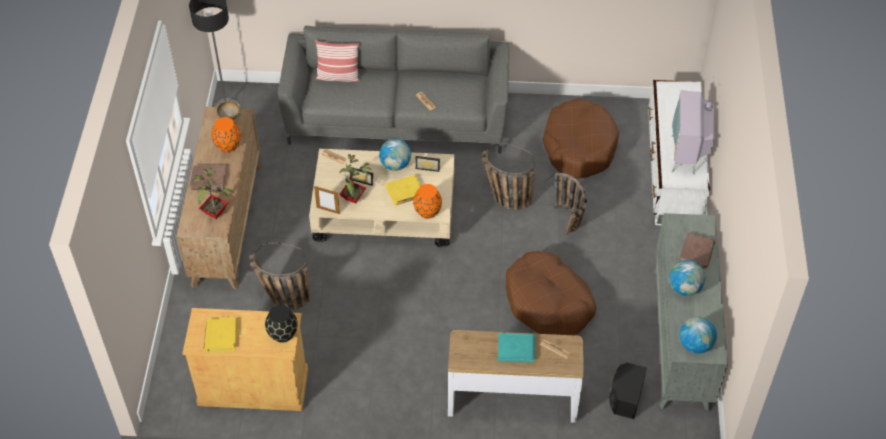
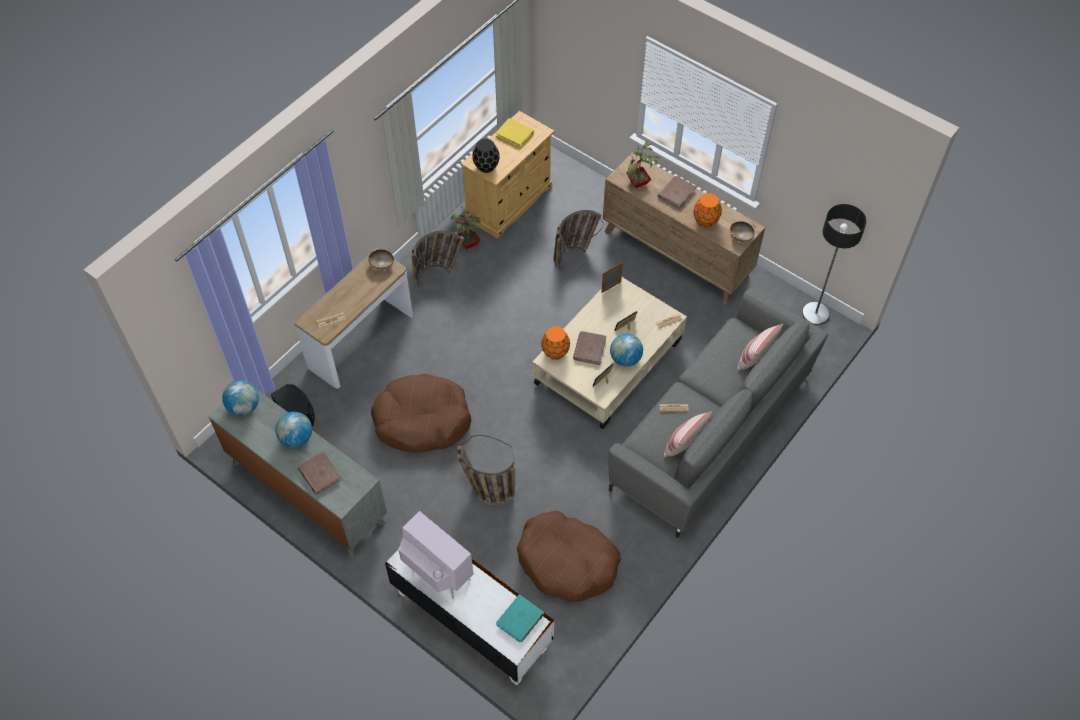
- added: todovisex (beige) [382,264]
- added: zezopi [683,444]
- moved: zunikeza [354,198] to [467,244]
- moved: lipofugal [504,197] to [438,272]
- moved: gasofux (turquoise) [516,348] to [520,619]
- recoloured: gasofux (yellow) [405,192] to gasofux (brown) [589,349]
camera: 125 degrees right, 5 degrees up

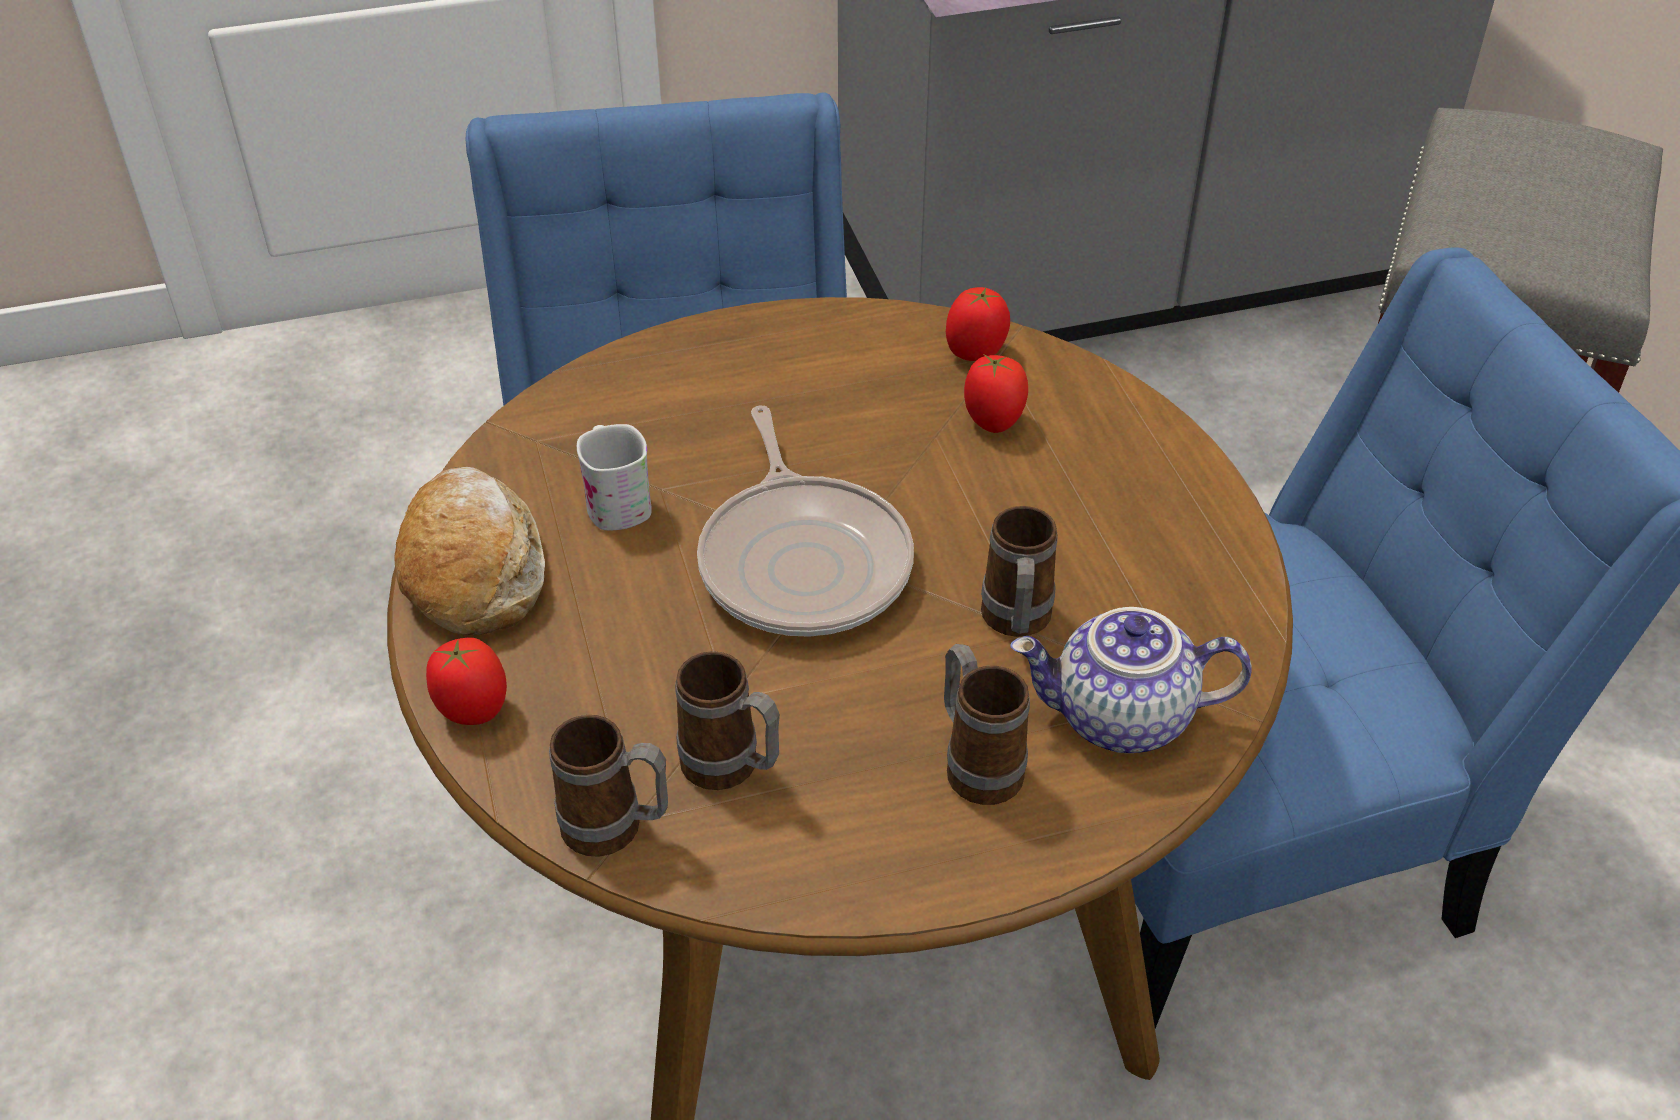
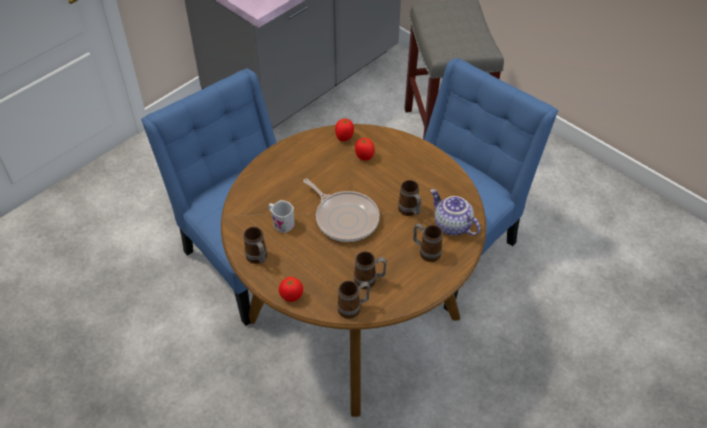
- replaced: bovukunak [473,568] to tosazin [258,259]
- turned: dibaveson [1120,720] = [451,225] 75 degrees clockwise
camera: 30 degrees left, 5 degrees up

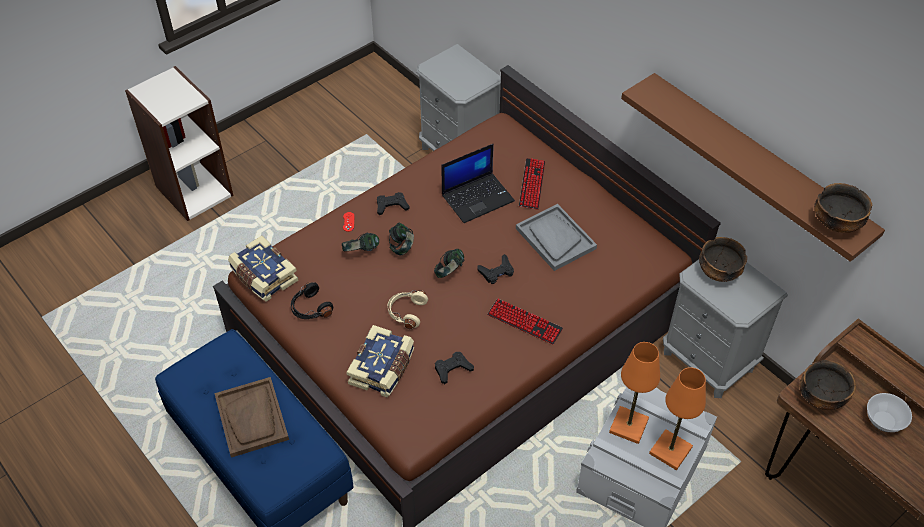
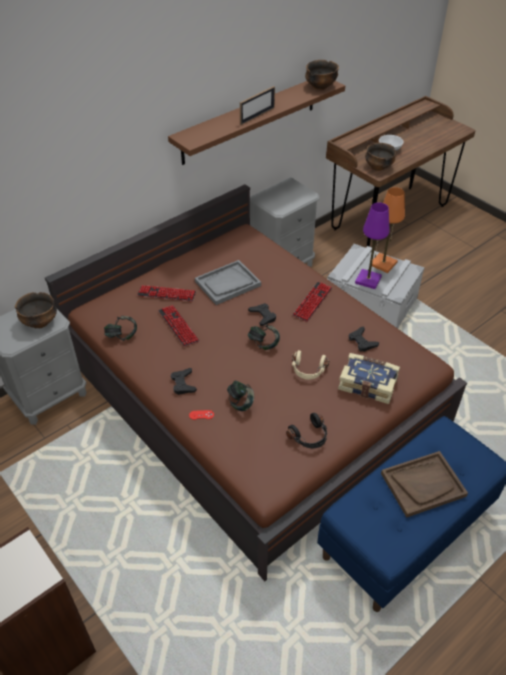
- removed: gasofux [263,276]
- added: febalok [257,115]
- moved: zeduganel [401,247] to [122,336]
- moved: todovisex [718,272] to [40,322]
- replaced: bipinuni [478,197] to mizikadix [178,326]
- recoloured: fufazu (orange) [628,426] to fufazu (purple) [368,280]
camera: 90 degrees left, 5 degrees down

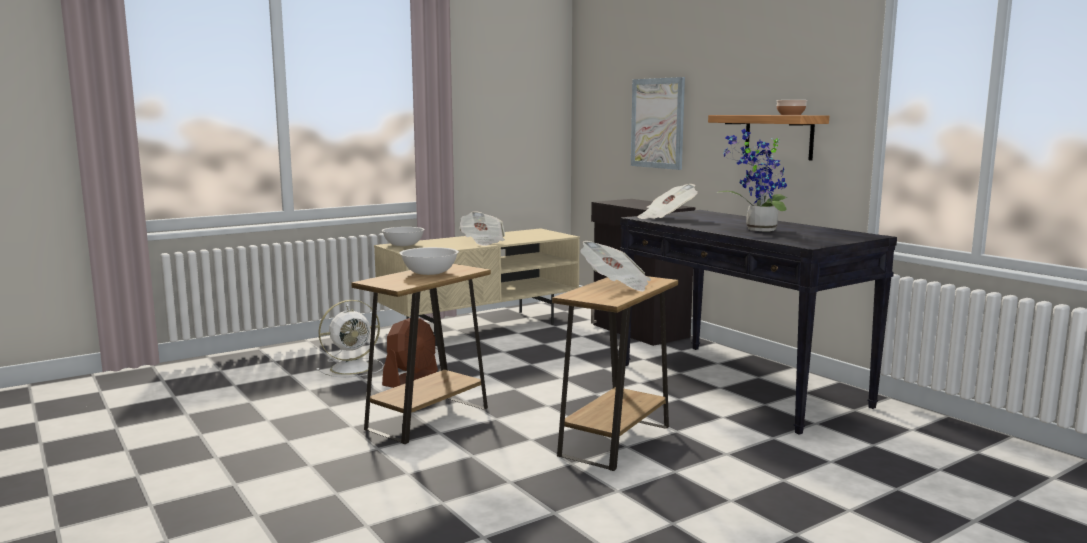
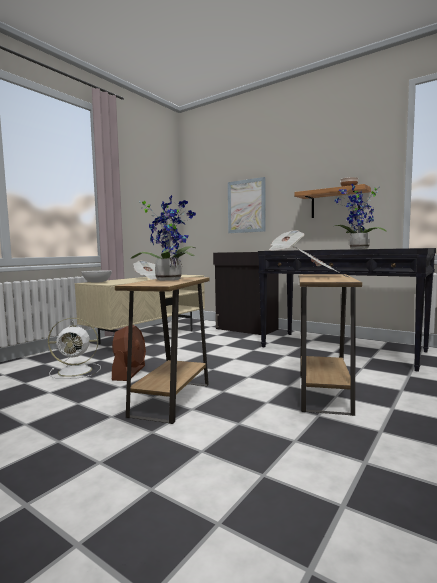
- replaced: todovisex (white) [430,273] to zunikeza [170,279]
- turned: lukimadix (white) [353,368] = [76,371] 45 degrees clockwise
camera: 20 degrees left, 5 degrees down

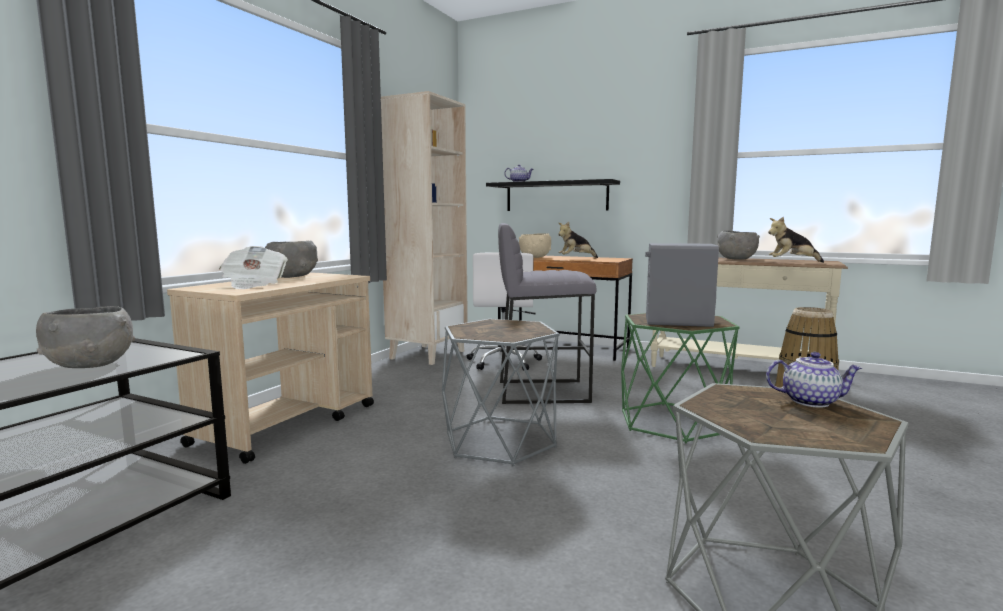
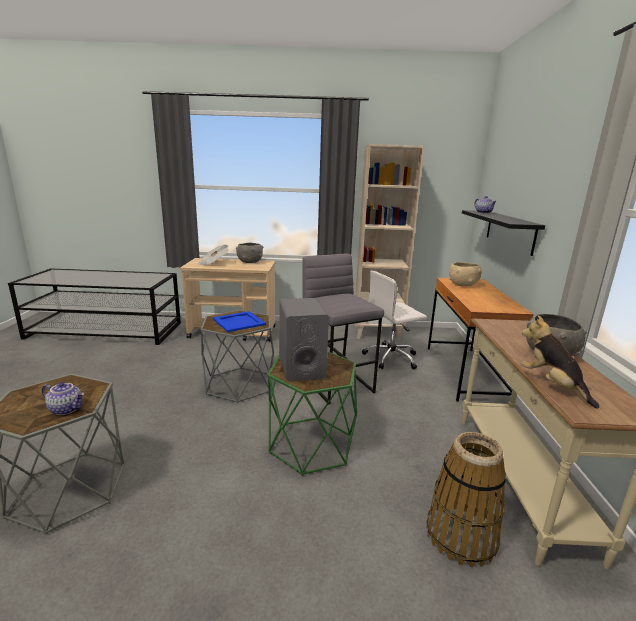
- removed: todovisex (grey) [90,365]
- removed: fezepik [576,258]
- added: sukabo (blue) [239,322]
- turned: dibaveson [810,401] = [67,409] 60 degrees counterclockwise
camera: 65 degrees right, 10 degrees up

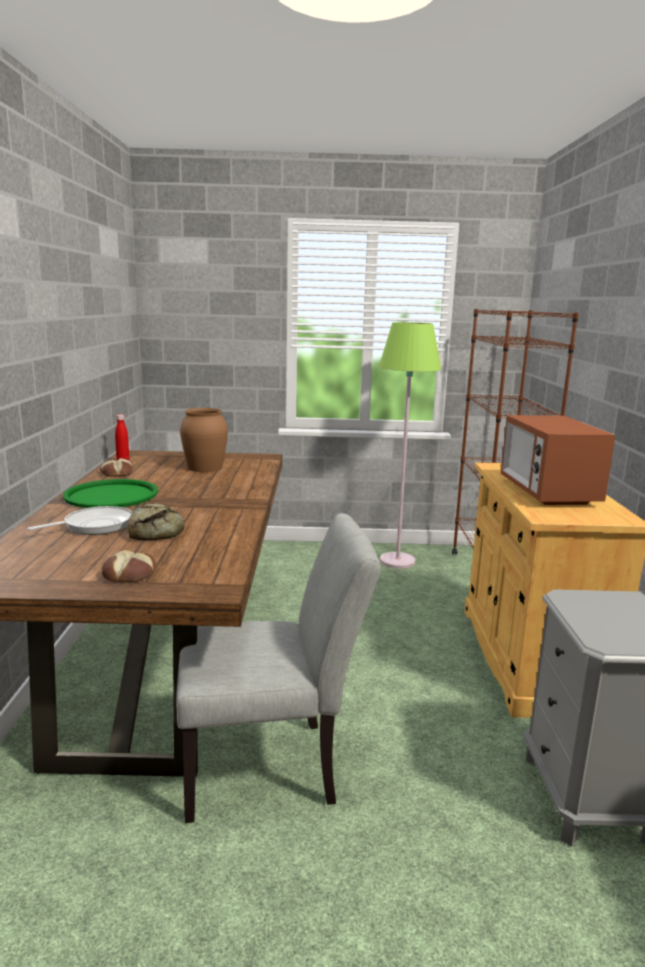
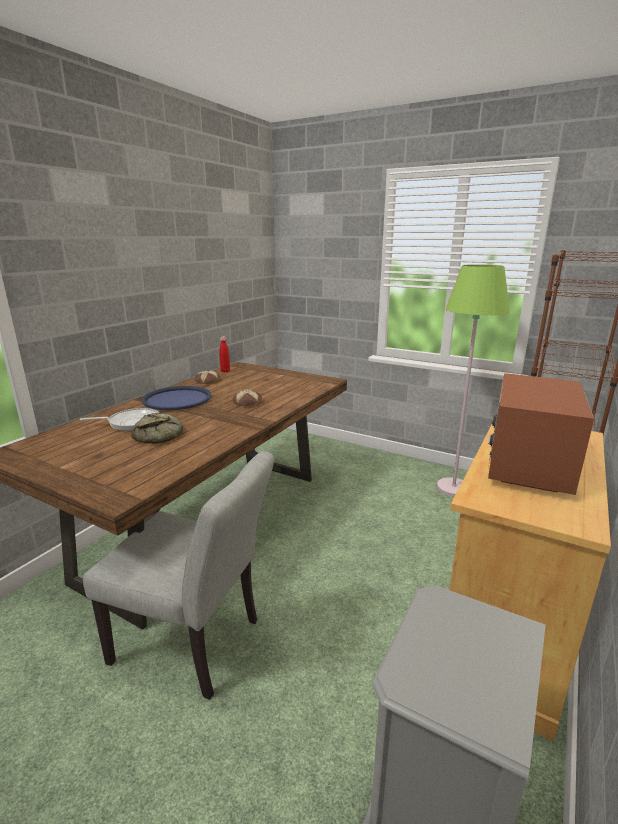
- removed: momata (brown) [205,467]
- moved: bovukunak [130,574] to [247,402]
- recoloured: sukabo (green) [111,495] to sukabo (blue) [177,399]
camera: 30 degrees right, 5 degrees up

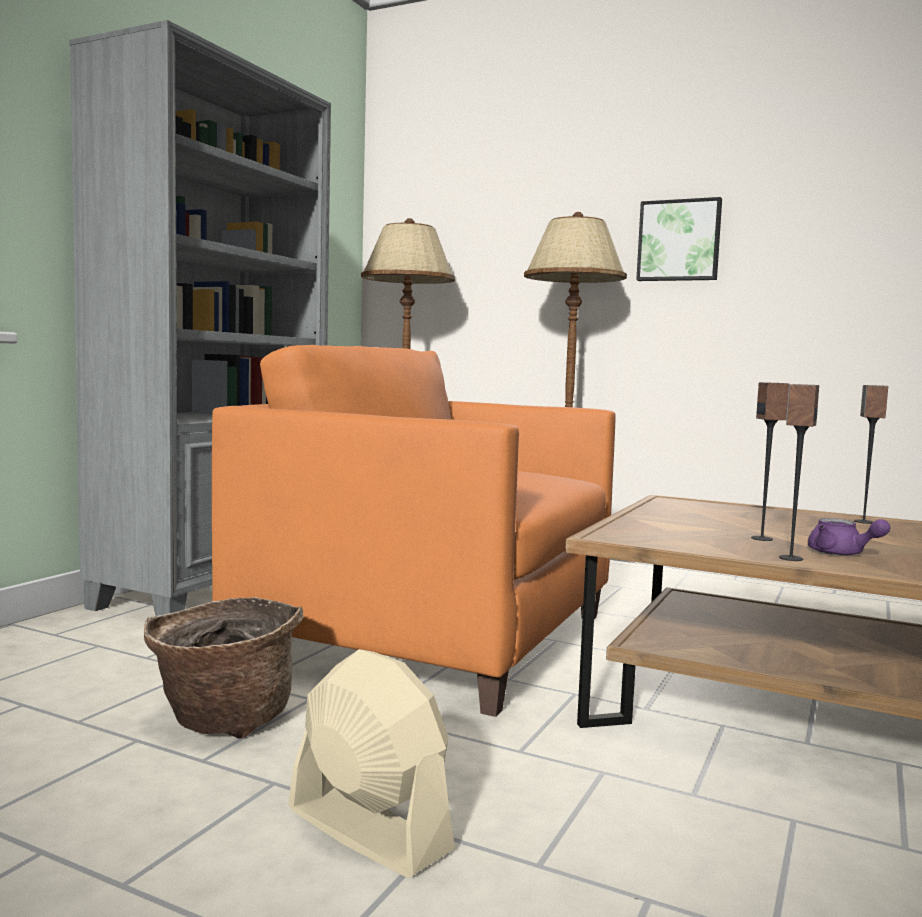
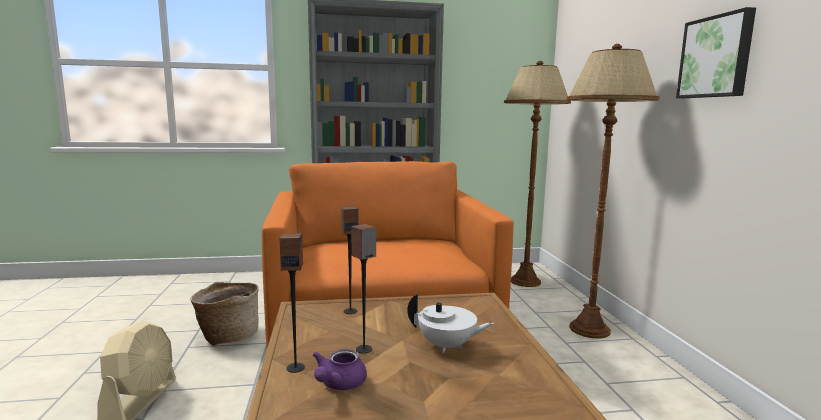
- added: dibaveson (white) [447,346]
- moved: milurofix [863,522] to [350,311]
camera: 55 degrees right, 5 degrees up

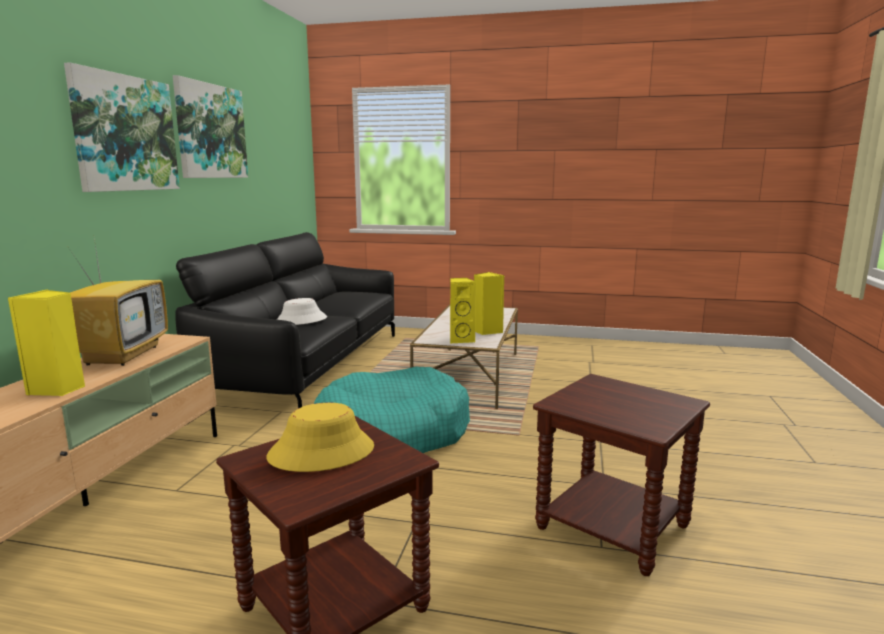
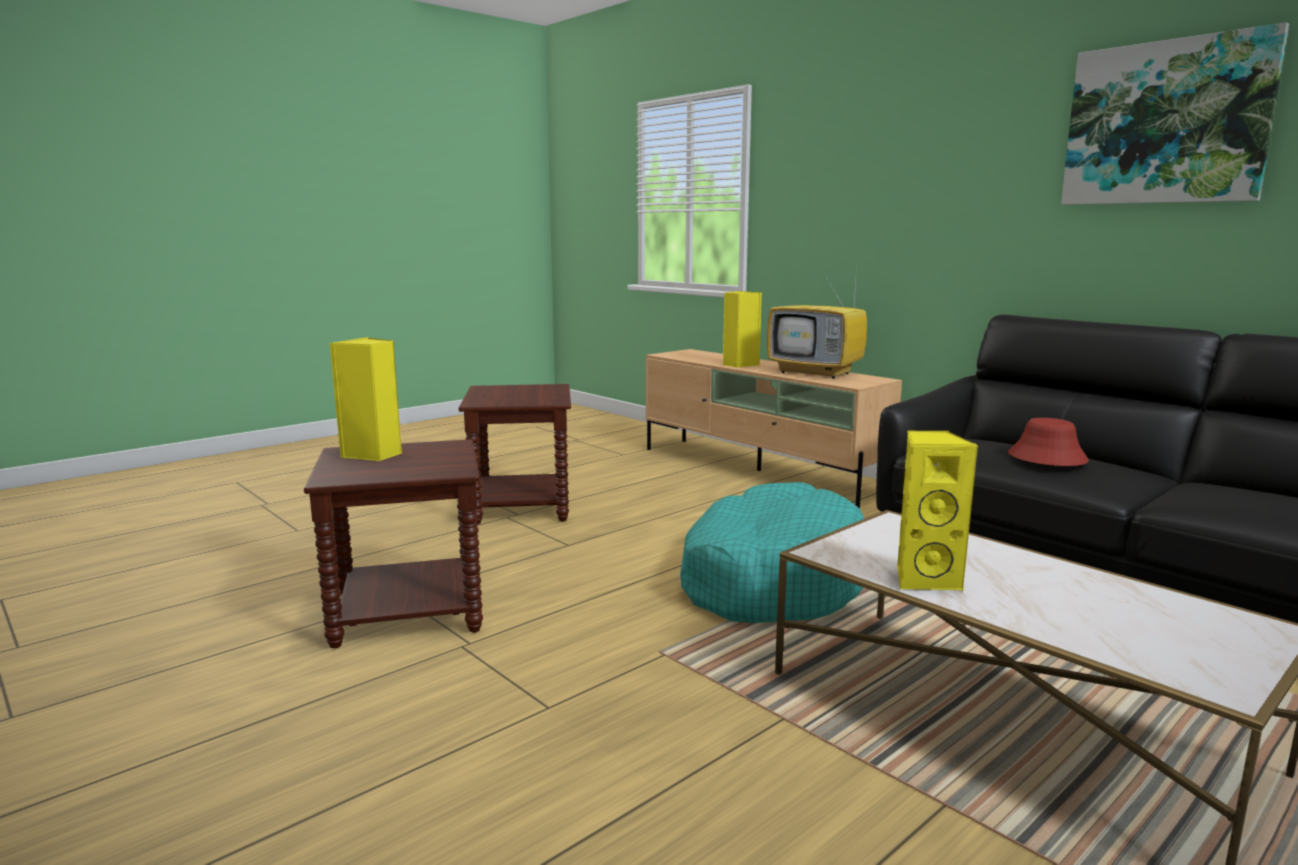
- removed: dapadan [125,133]
- removed: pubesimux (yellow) [321,452]
- moved: milurofix (yellow) [461,340] to [373,455]
- recoloured: pubesimux (white) [301,320] to pubesimux (red) [1046,458]
camera: 125 degrees right, 0 degrees up

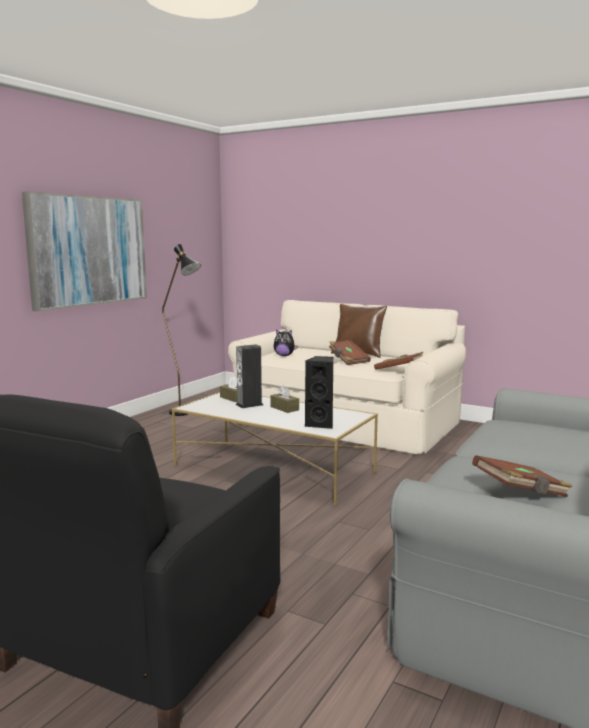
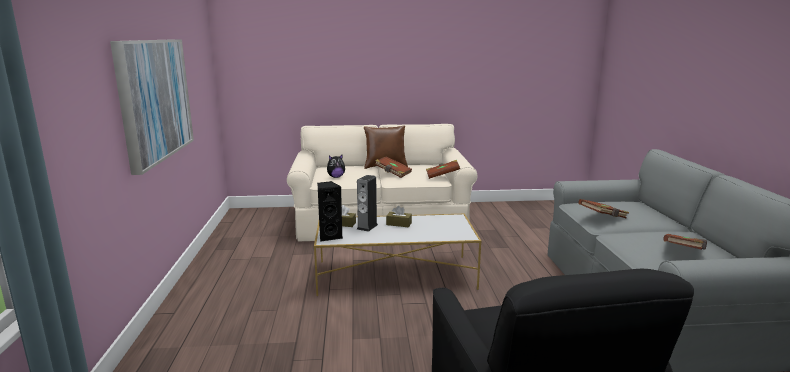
- removed: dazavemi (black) [185,414]
- added: gasofux (brown) [603,217]
- moved: milurofix (black) [321,424] to [329,236]
camera: 35 degrees left, 5 degrees up

